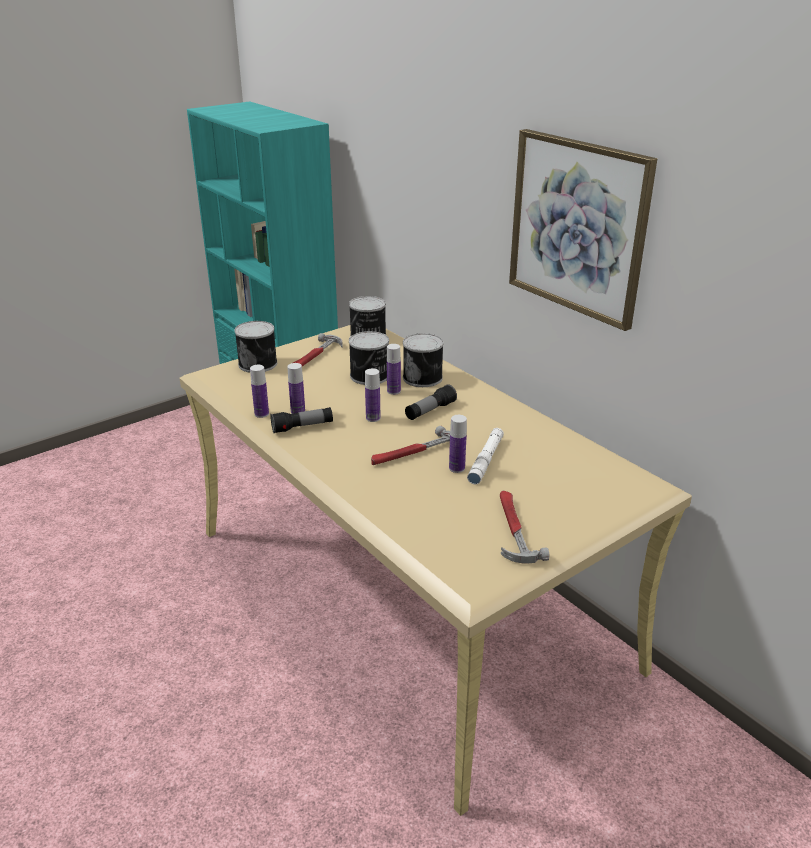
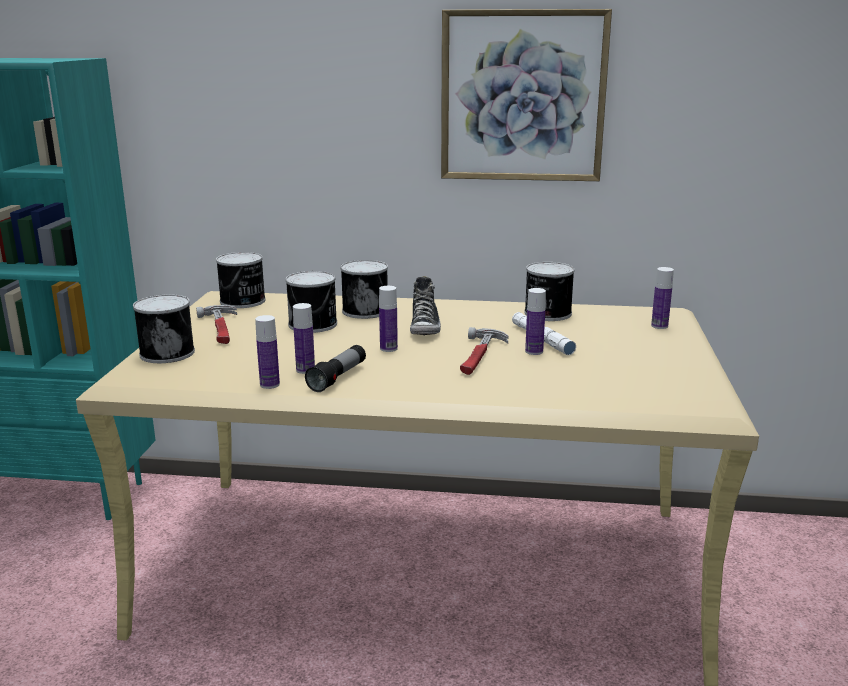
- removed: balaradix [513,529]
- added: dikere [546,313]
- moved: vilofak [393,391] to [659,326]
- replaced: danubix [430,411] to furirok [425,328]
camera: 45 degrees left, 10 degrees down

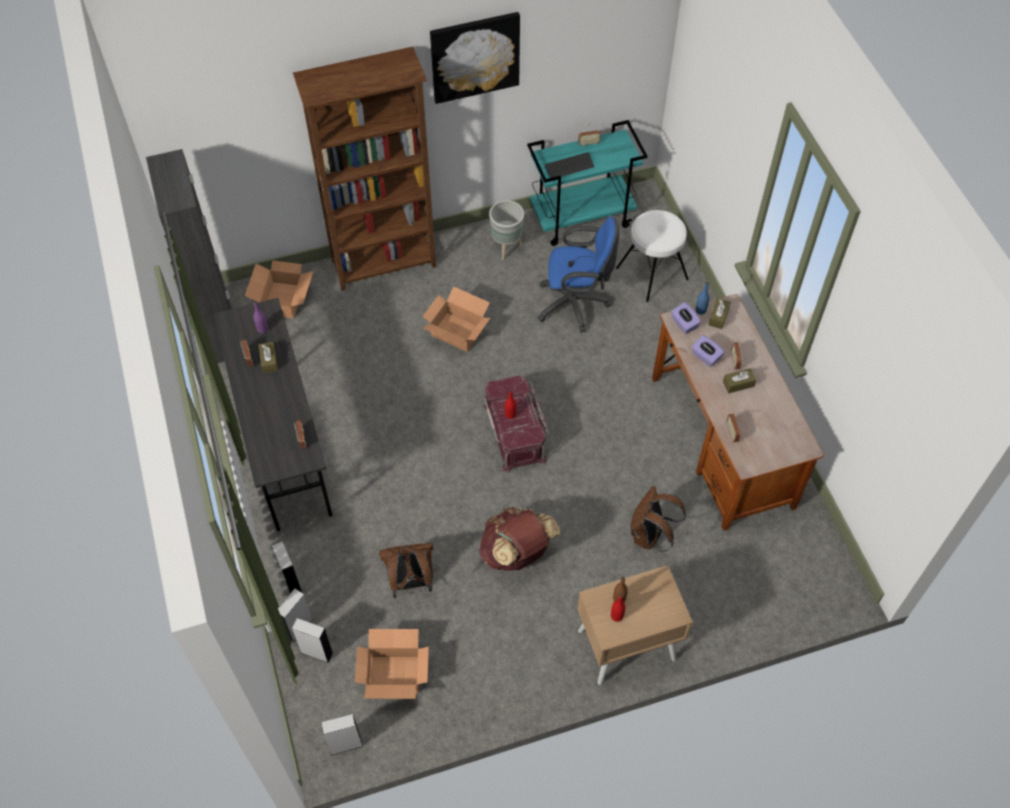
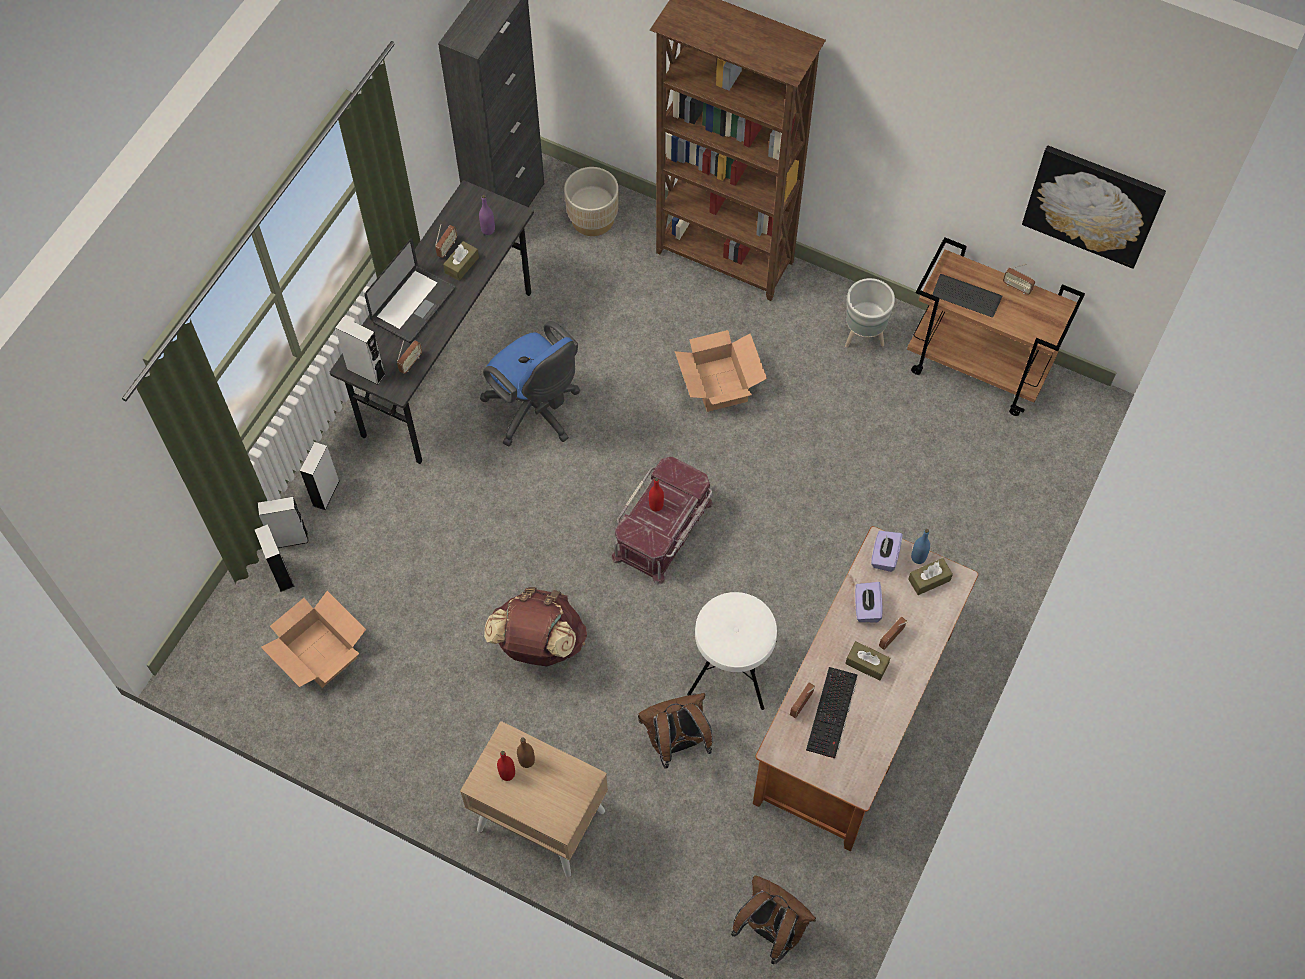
- added: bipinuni [413,305]
- added: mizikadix [833,713]
- moved: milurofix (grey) [345,745] to [366,371]
- moved: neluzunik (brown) [411,582] to [770,929]
- moved: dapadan [475,56] to [1092,205]
- moved: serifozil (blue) [576,304] to [536,412]
- moved: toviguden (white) [652,273] to [732,667]
- replaced: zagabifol [282,300] to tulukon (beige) [592,219]
- recoloured: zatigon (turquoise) [582,217] to zatigon (brown) [978,367]
camera: 45 degrees right, 5 degrees up

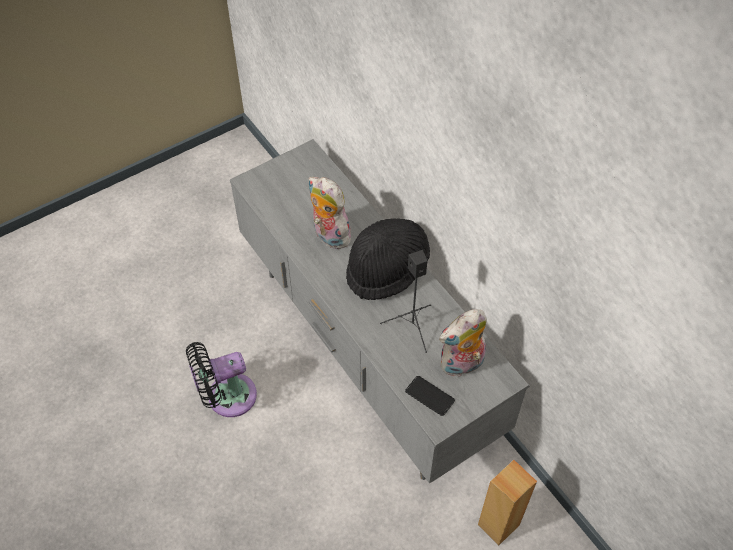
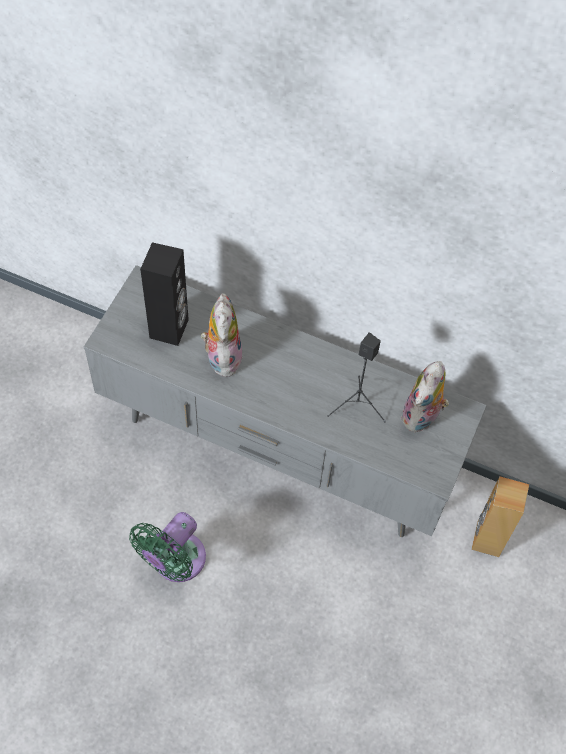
- removed: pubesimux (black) [386,269]
- removed: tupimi [429,396]
- added: milurofix (black) [169,329]
- recoloured: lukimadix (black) [226,397] to lukimadix (green) [175,562]
- turned: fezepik [328,235] = [222,356] 75 degrees clockwise
camera: 35 degrees left, 5 degrees up

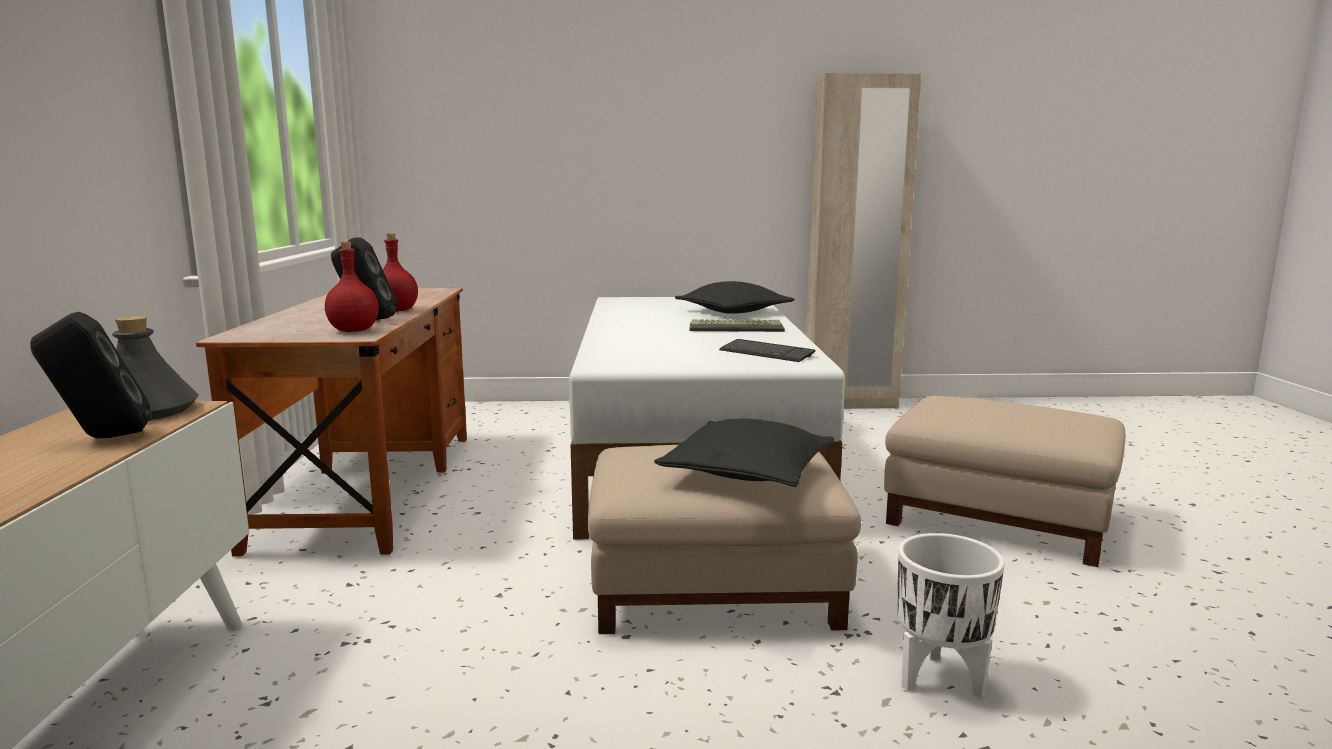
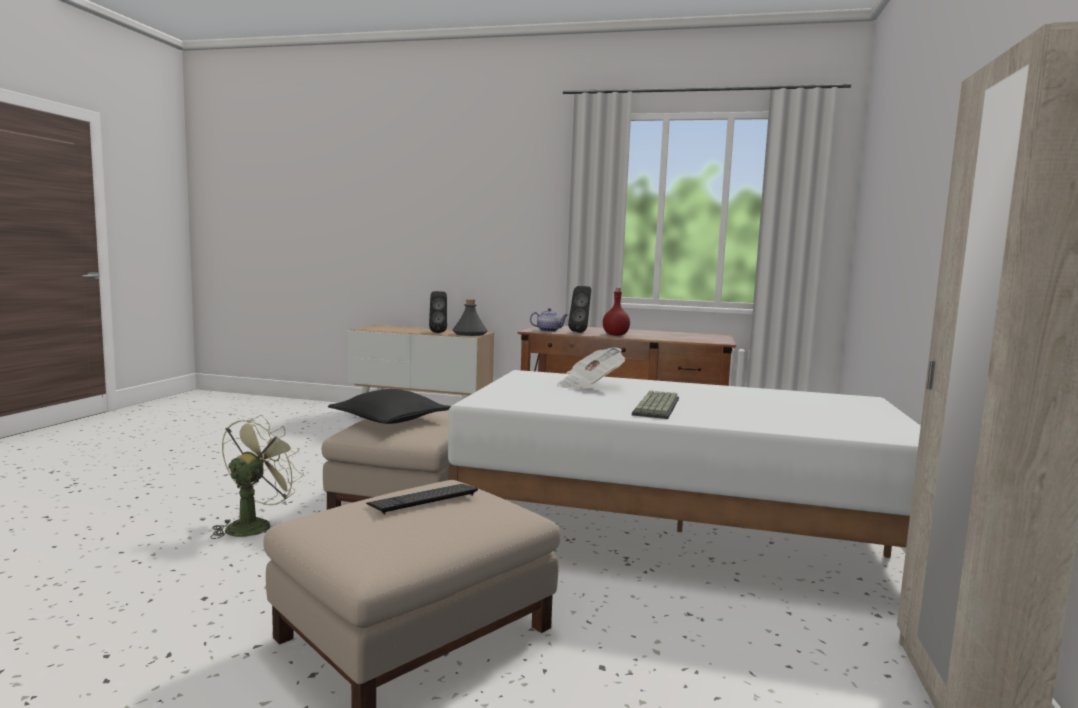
- removed: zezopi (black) [733,312]
- added: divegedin [589,386]
- moved: mizikadix [766,353] to [423,499]
- replaced: vilofak (red) [353,331] to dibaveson [549,331]
- replaced: tulukon (white) [940,680] to lukimadix (green) [254,525]
camera: 105 degrees right, 5 degrees down

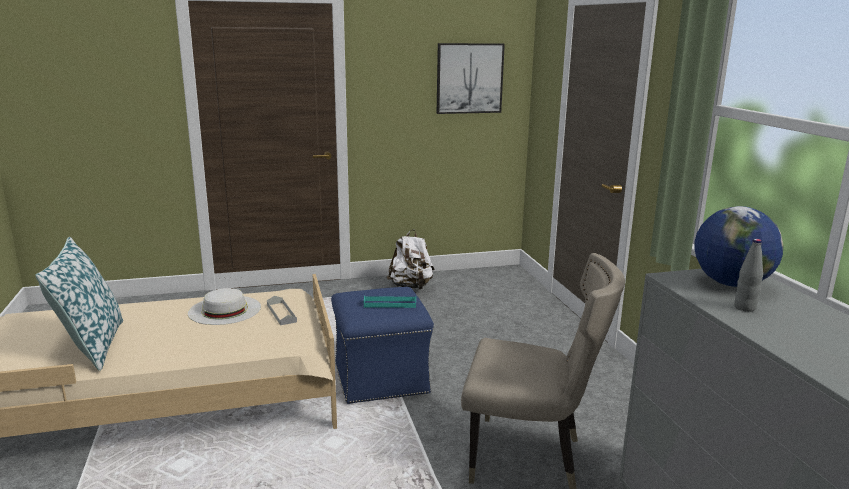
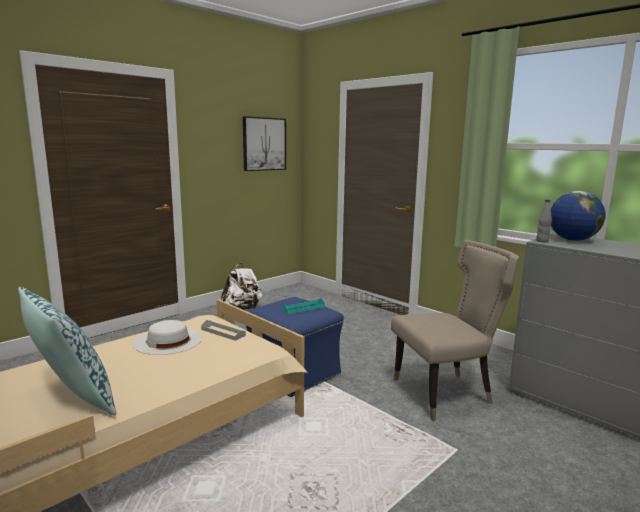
- moved: vilofak (grey) [744,308] to [542,241]
camera: 30 degrees left, 5 degrees down

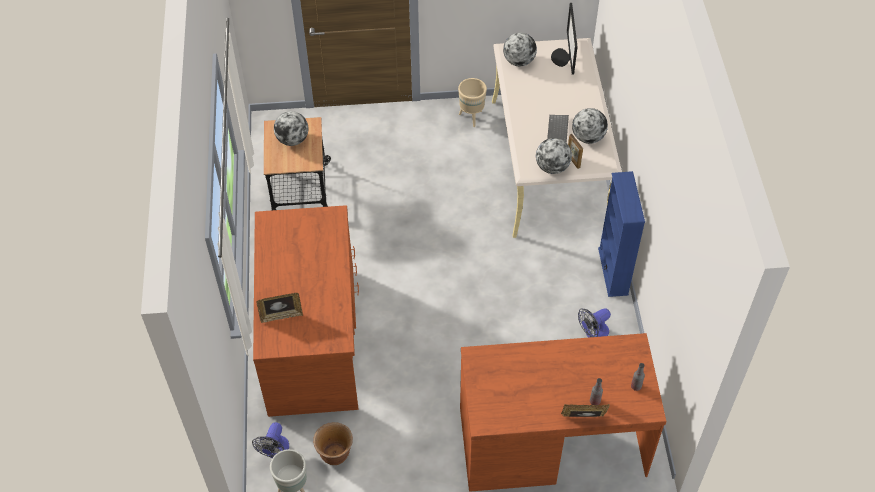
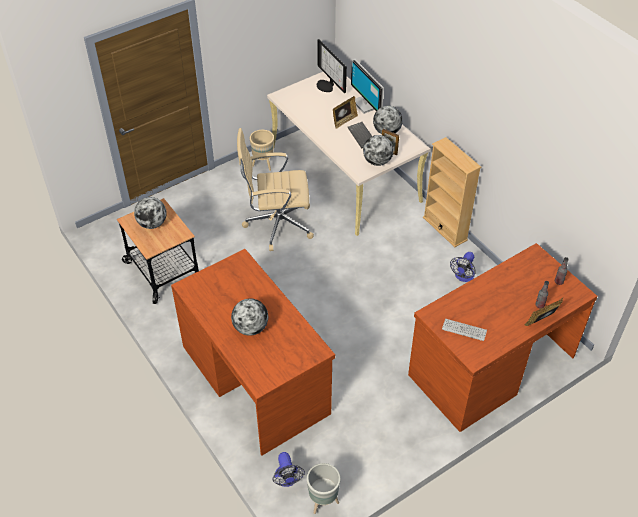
- removed: tulukon (brown) [335,454]
- added: serifozil (beige) [277,224]
- added: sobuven [366,104]
- added: mizikadix [464,330]
- moved: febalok [281,315] to [344,121]
- moved: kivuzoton [519,61] to [251,328]
- recoloured: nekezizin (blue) [613,271] to nekezizin (beige) [445,228]
camera: 30 degrees left, 5 degrees down

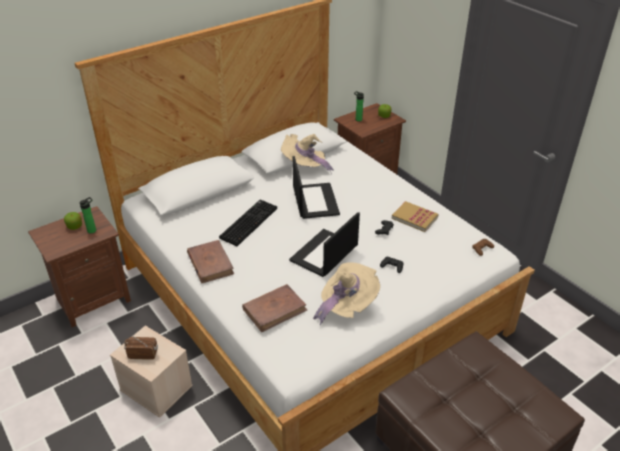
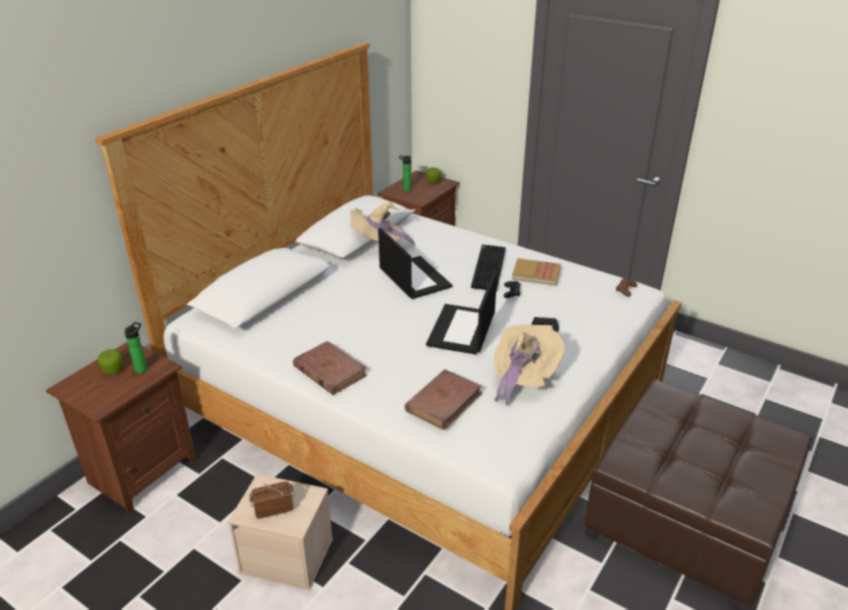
- moved: mizikadix [248,222] to [487,268]
camera: 20 degrees left, 5 degrees down

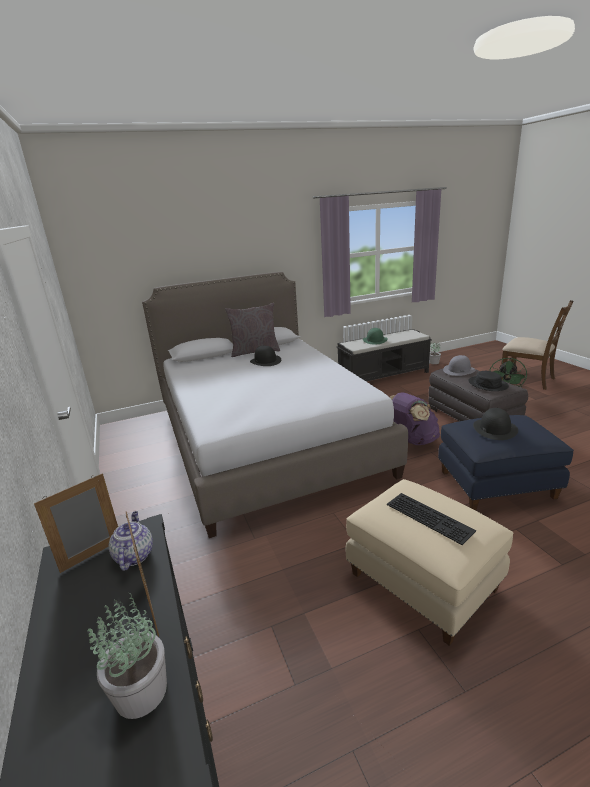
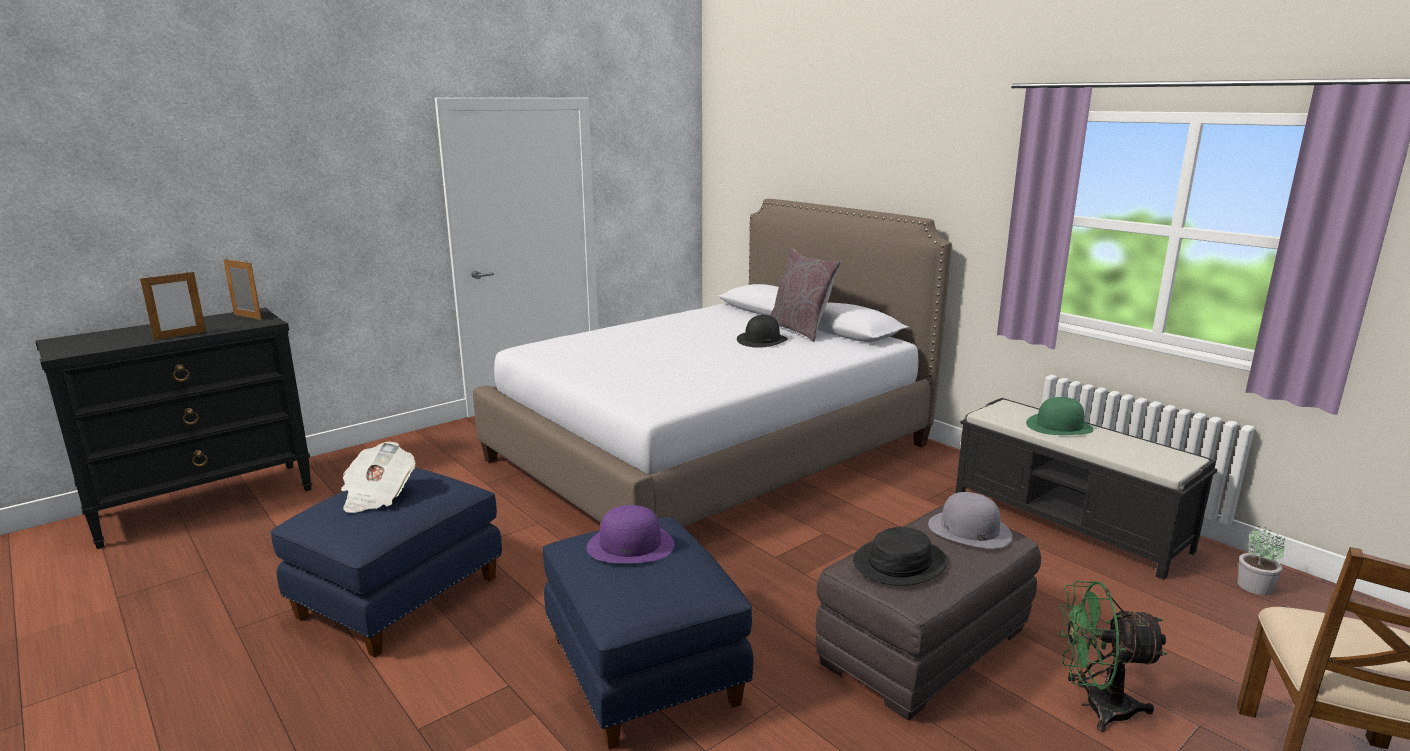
- removed: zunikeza [140,690]
- removed: dibaveson [134,555]
- removed: neluzunik (purple) [411,440]
- replaced: mizikadix [430,517] to divegedin [377,496]
- recoloured: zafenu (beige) [424,581] to zafenu (blue) [400,598]
- recoloured: pubesimux (black) [494,429] to pubesimux (purple) [631,545]
camera: 70 degrees right, 5 degrees down

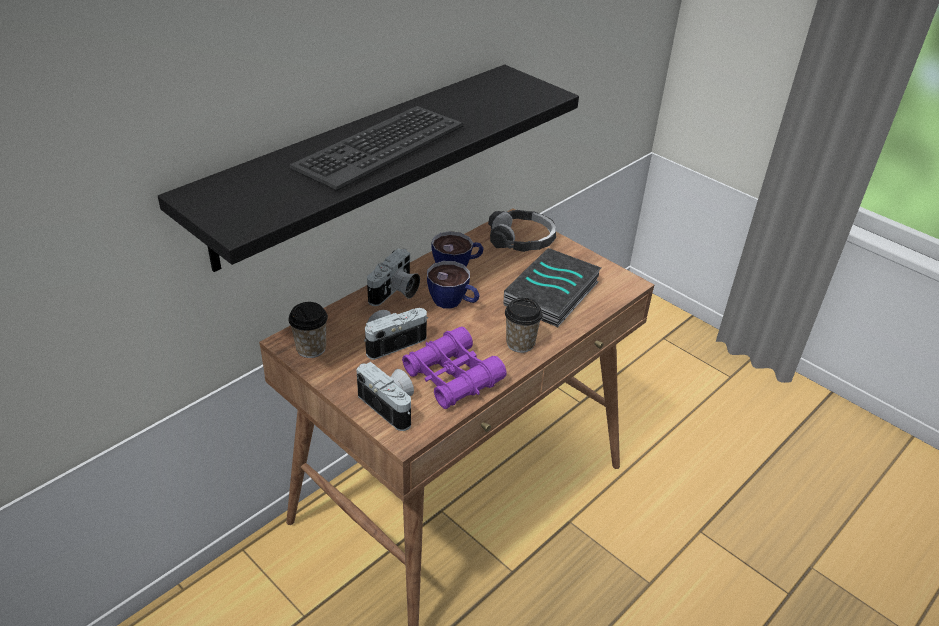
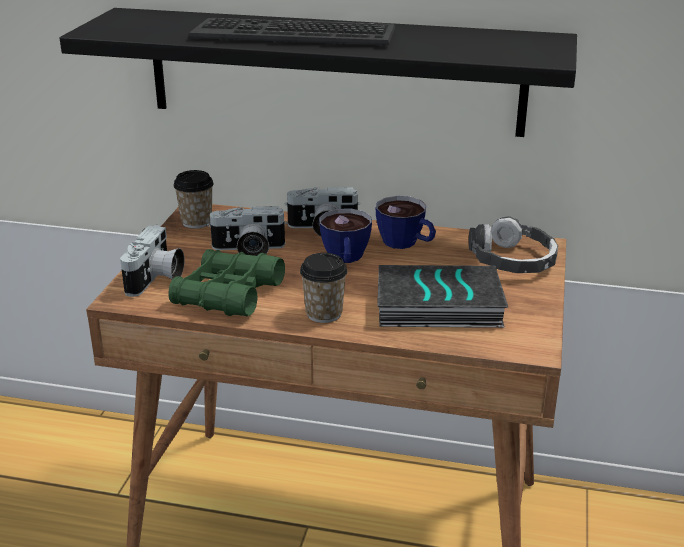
- recoloured: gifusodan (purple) [452,377] to gifusodan (green) [228,295]
- turned: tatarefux [392,341] = [248,251] 150 degrees clockwise
camera: 60 degrees right, 10 degrees down

